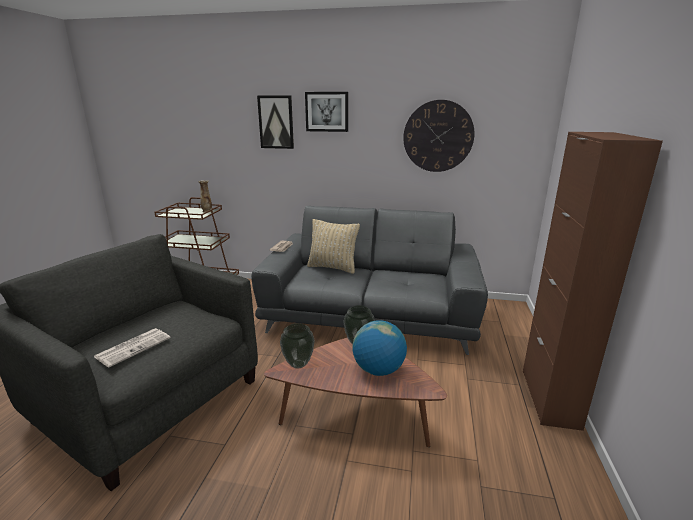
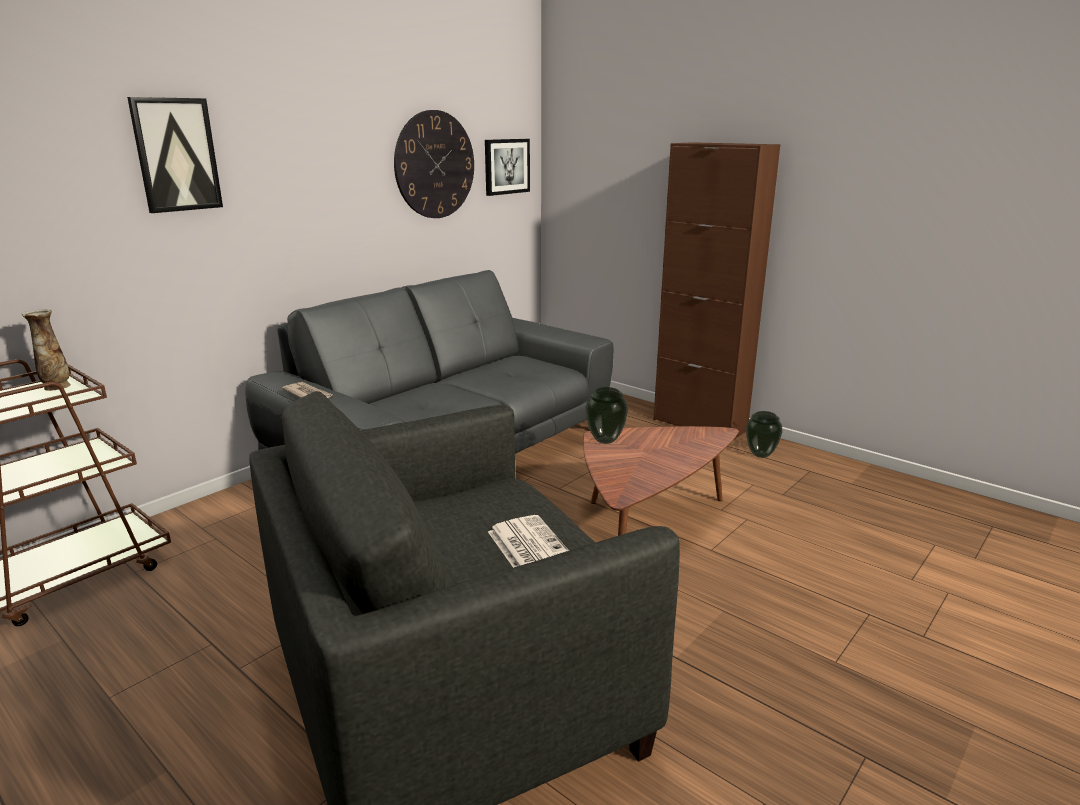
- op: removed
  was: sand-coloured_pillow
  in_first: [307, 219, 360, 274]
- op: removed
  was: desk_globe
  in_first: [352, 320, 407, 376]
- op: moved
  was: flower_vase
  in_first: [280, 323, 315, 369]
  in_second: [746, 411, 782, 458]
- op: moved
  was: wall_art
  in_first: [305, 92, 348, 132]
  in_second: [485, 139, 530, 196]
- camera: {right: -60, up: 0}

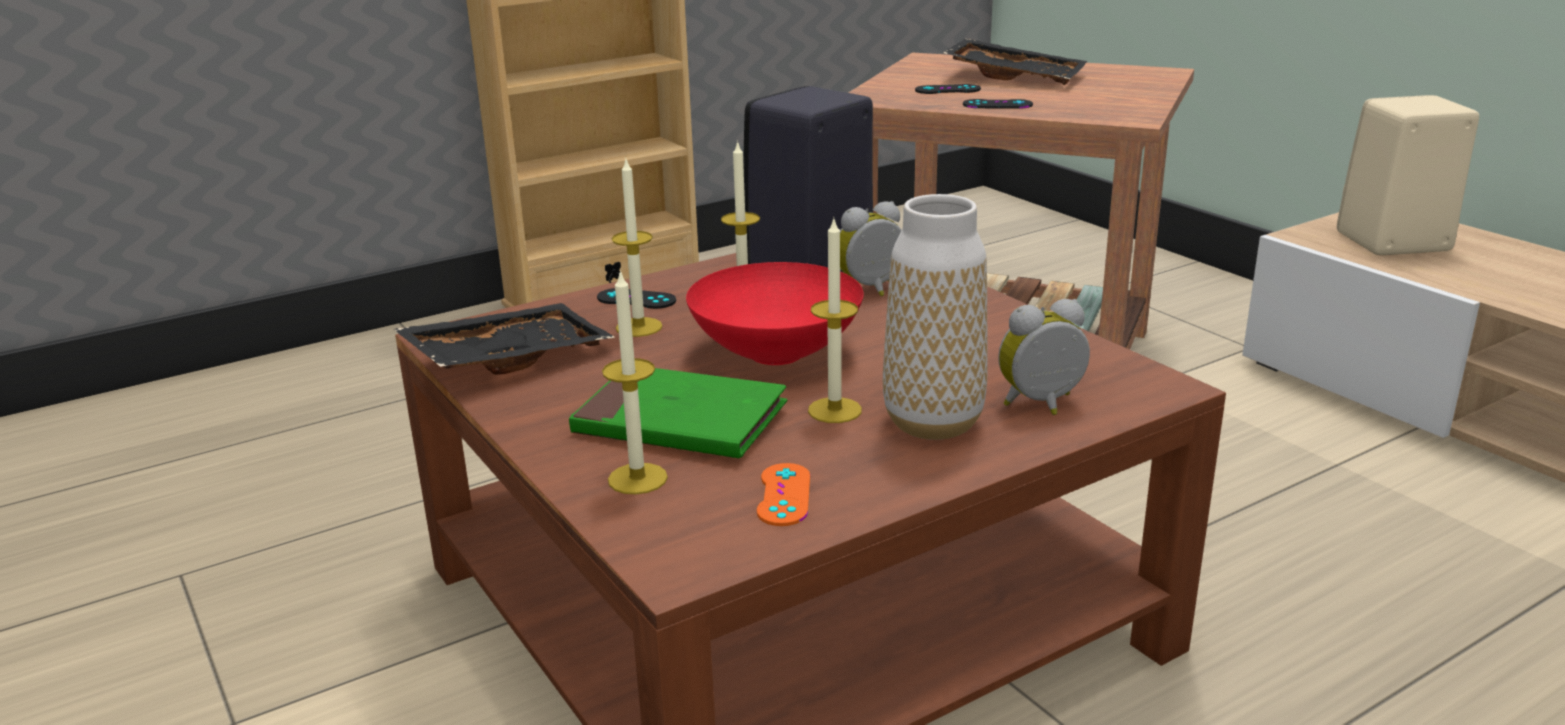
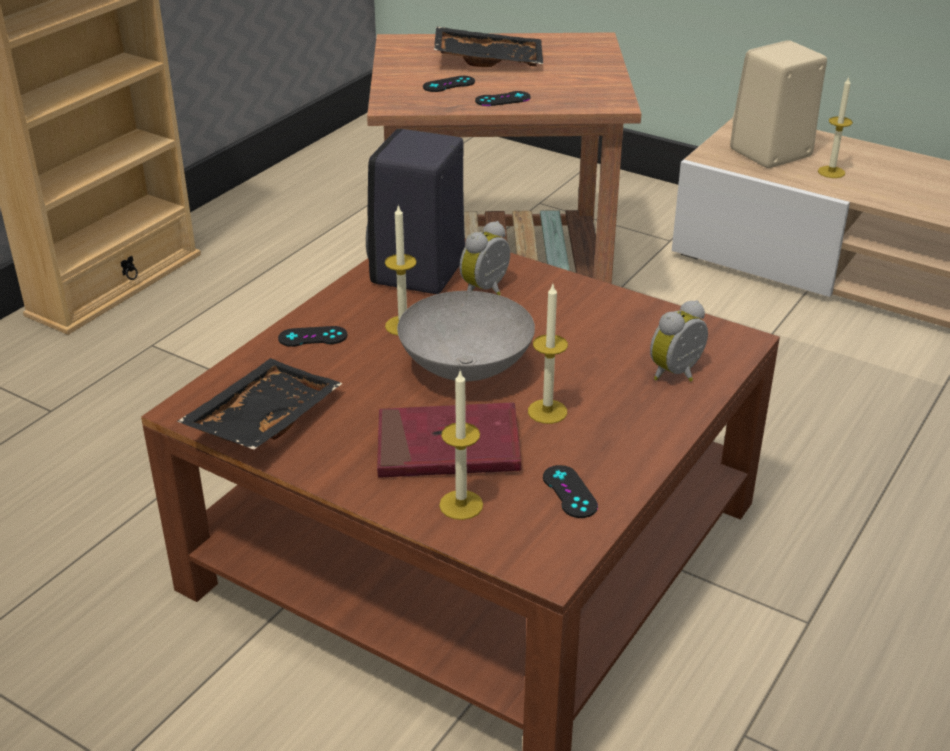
- op: removed
  was: flower_vase
  in_first: [883, 194, 988, 440]
- op: moved
  was: candle
  in_first: [612, 157, 663, 337]
  in_second: [818, 77, 853, 178]
- op: recoloured
  was: green-coloured_bound_book
  now: reddish_bound_book
  in_first: [569, 368, 788, 458]
  in_second: [377, 402, 521, 478]
- op: recoloured
  was: reddish_deep_dish
  now: greyish_deep_dish
  in_first: [686, 262, 864, 365]
  in_second: [397, 291, 535, 381]
- op: recoloured
  was: orange_gamepad
  now: blackish_gamepad
  in_first: [757, 463, 810, 526]
  in_second: [543, 465, 598, 518]
- camera: {right: -25, up: 10}

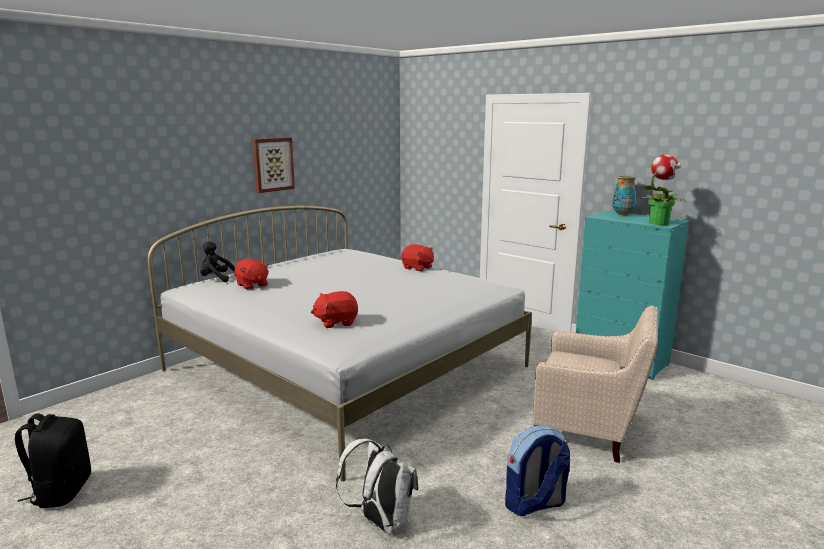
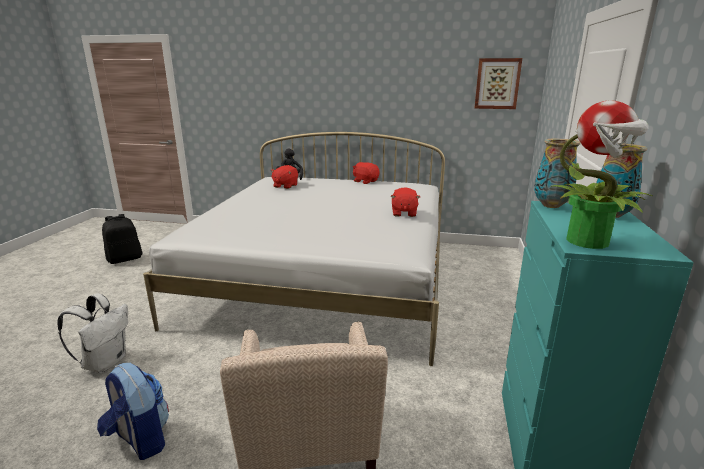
- op: added
  now: flower_vase
  in_second: [534, 138, 581, 208]
- op: moved
  was: wall_art
  in_first: [253, 138, 295, 193]
  in_second: [475, 58, 522, 109]
- op: moved
  was: reddish_plush_toy
  in_first: [311, 291, 358, 328]
  in_second: [353, 162, 380, 184]
- camera: {right: 60, up: 5}

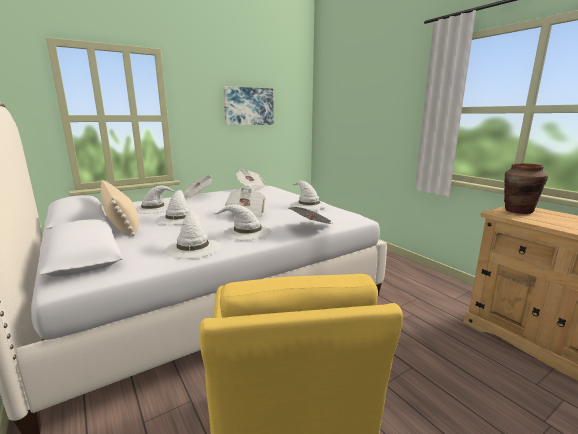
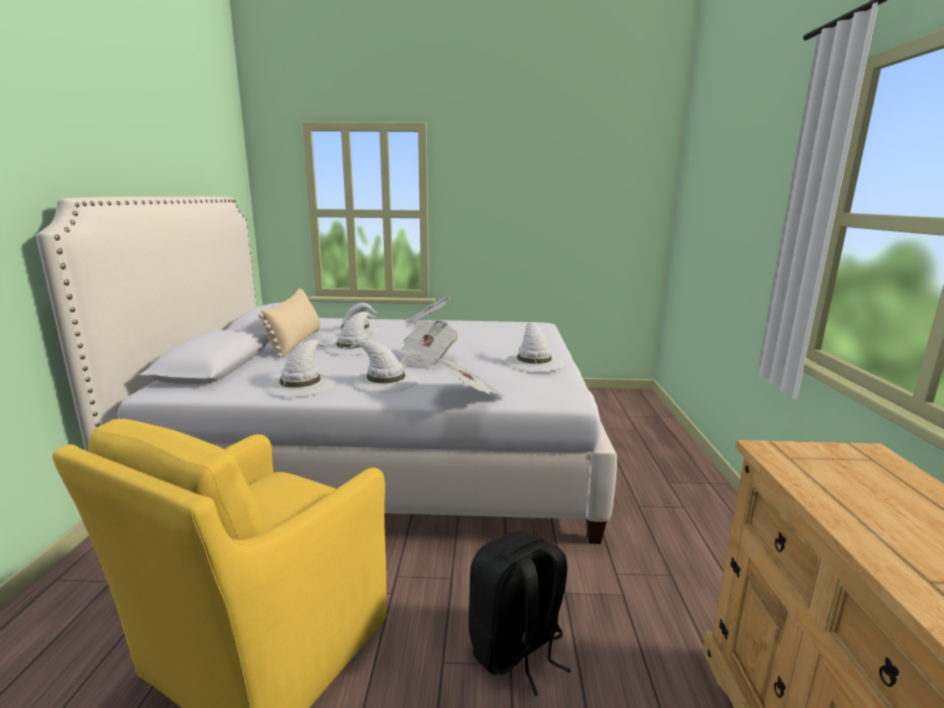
- op: removed
  was: wall_art
  in_first: [223, 86, 274, 125]
- op: removed
  was: printed_paper
  in_first: [236, 169, 266, 191]
- op: removed
  was: brown-coloured_flower_vase
  in_first: [504, 163, 548, 214]
- op: added
  now: blackish_knapsack
  in_second: [469, 530, 571, 696]
- camera: {right: 35, up: 0}

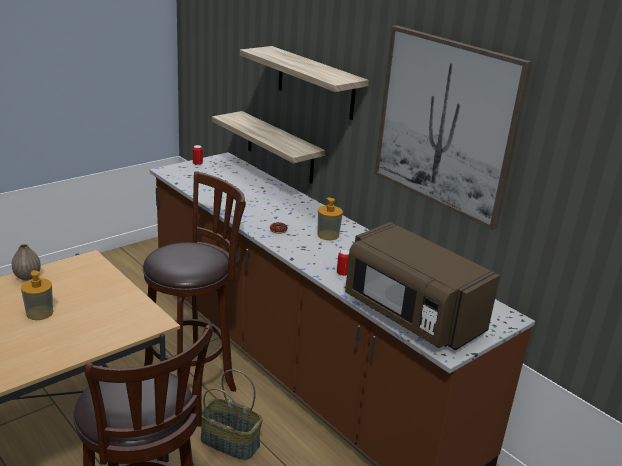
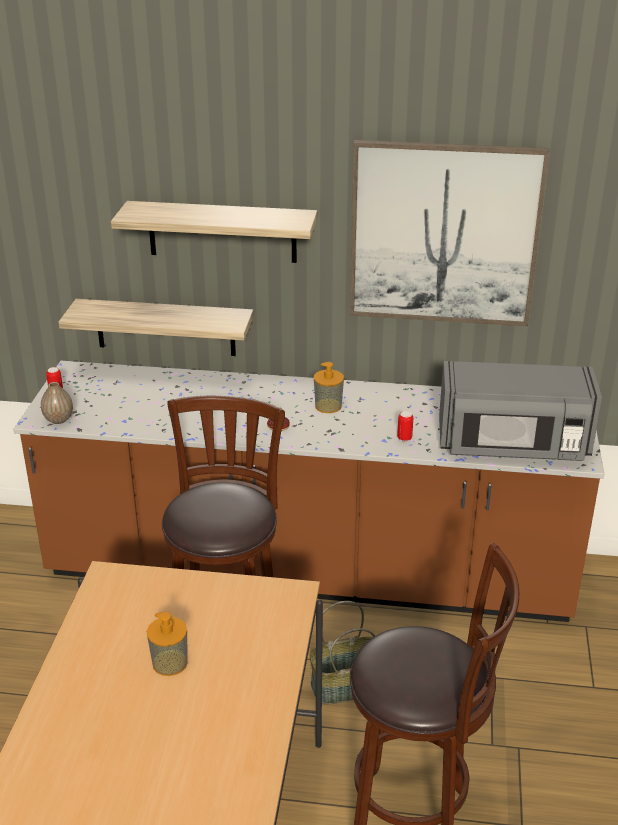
- op: moved
  was: flower_vase
  in_first: [12, 244, 41, 281]
  in_second: [41, 382, 73, 424]
- op: recoloured
  was: brown-coloured_microwave_oven
  now: greyish_microwave_oven
  in_first: [345, 222, 500, 350]
  in_second: [439, 361, 602, 461]
- camera: {right: -40, up: 5}

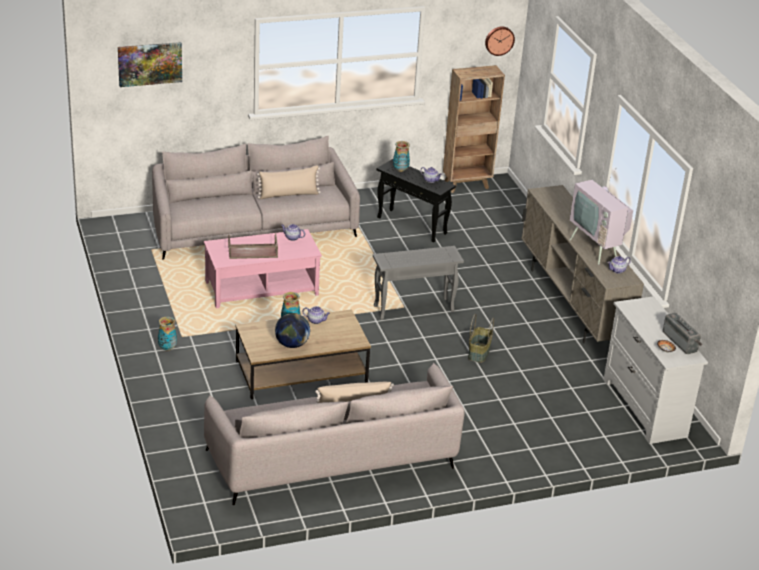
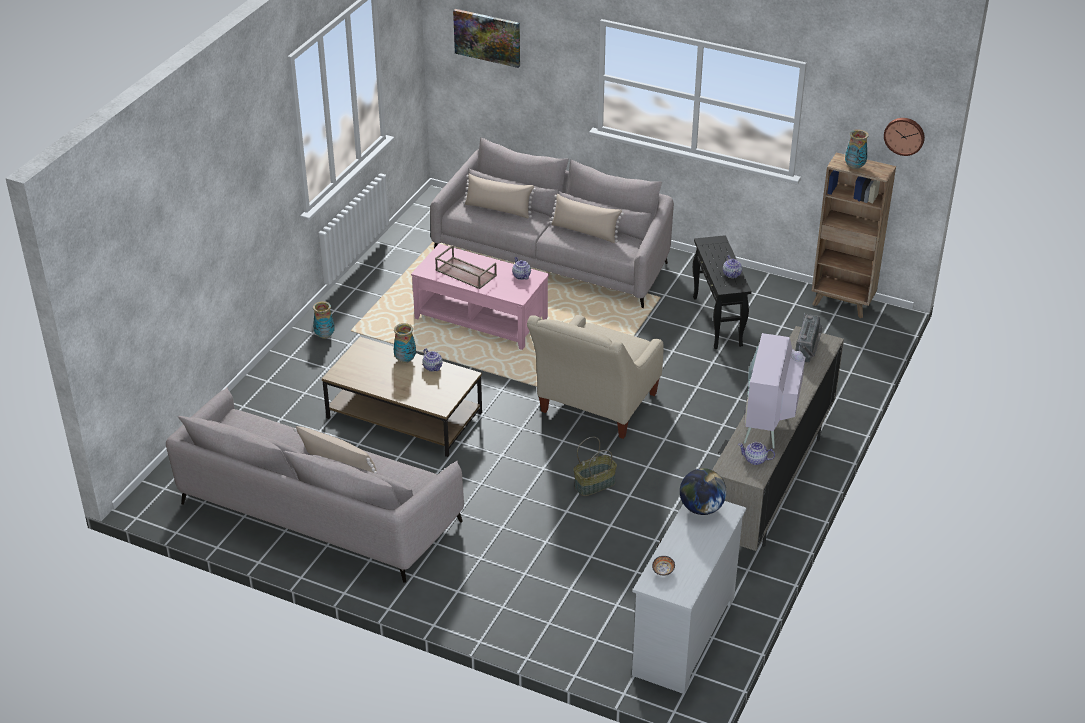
- op: added
  now: sand-coloured_pillow
  in_second: [463, 173, 536, 219]
- op: moved
  was: desk_globe
  in_first: [275, 313, 310, 348]
  in_second: [680, 468, 727, 515]
- op: moved
  was: flower_vase
  in_first: [393, 141, 410, 172]
  in_second: [845, 129, 869, 170]
- op: moved
  was: radio_set
  in_first: [663, 313, 702, 354]
  in_second: [795, 314, 823, 363]
- op: replaced
  was: greyish_accent_table
  now: sand-coloured_armchair
  in_first: [373, 246, 464, 320]
  in_second: [527, 315, 664, 439]
- camera: {right: 45, up: 5}

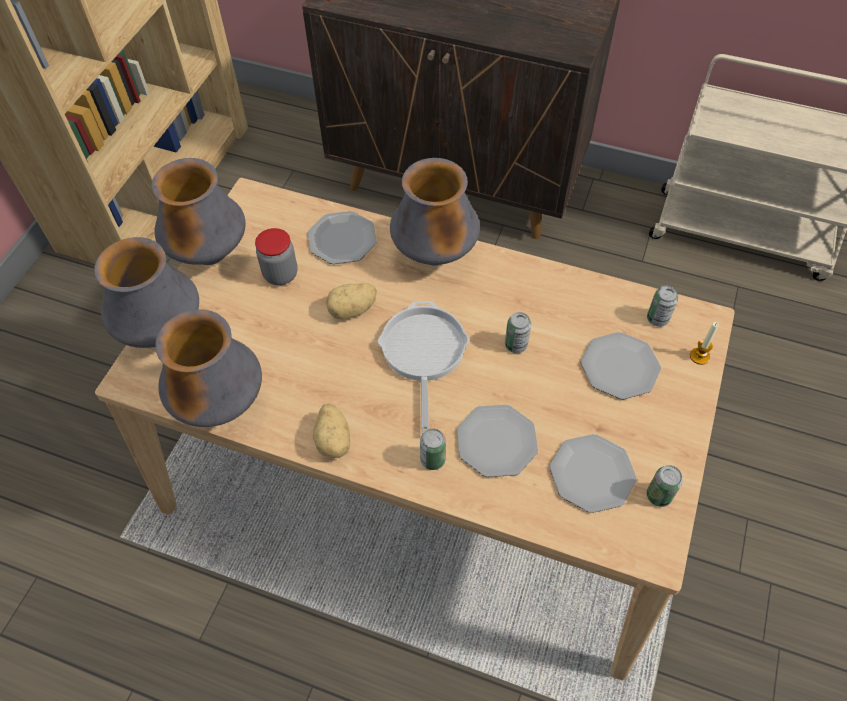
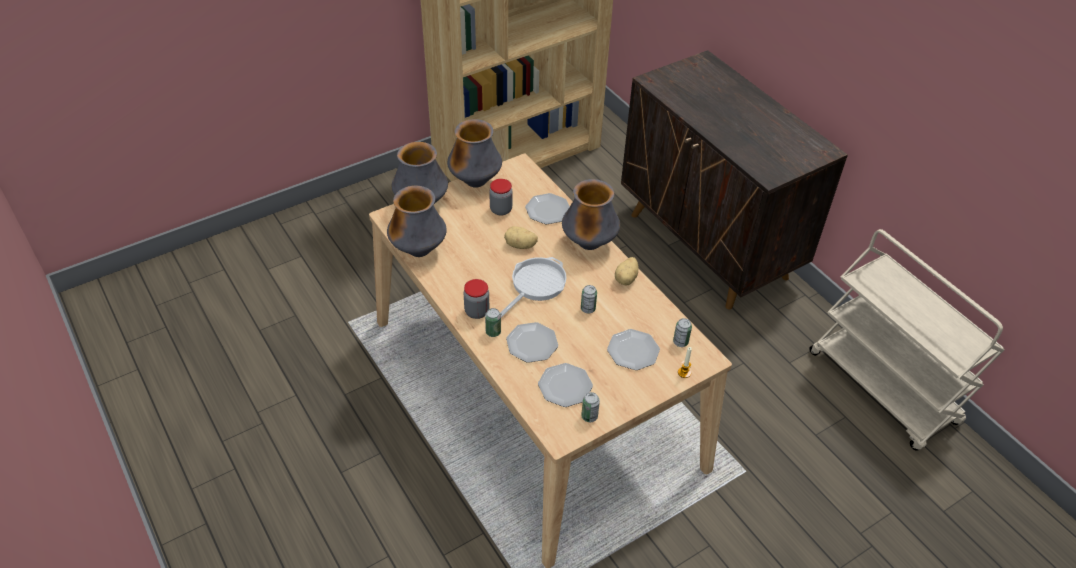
- op: added
  now: preserve_jar
  in_second: [464, 279, 489, 319]
- op: moved
  was: potato
  in_first: [313, 403, 350, 458]
  in_second: [615, 257, 639, 285]
- camera: {right: 35, up: -10}

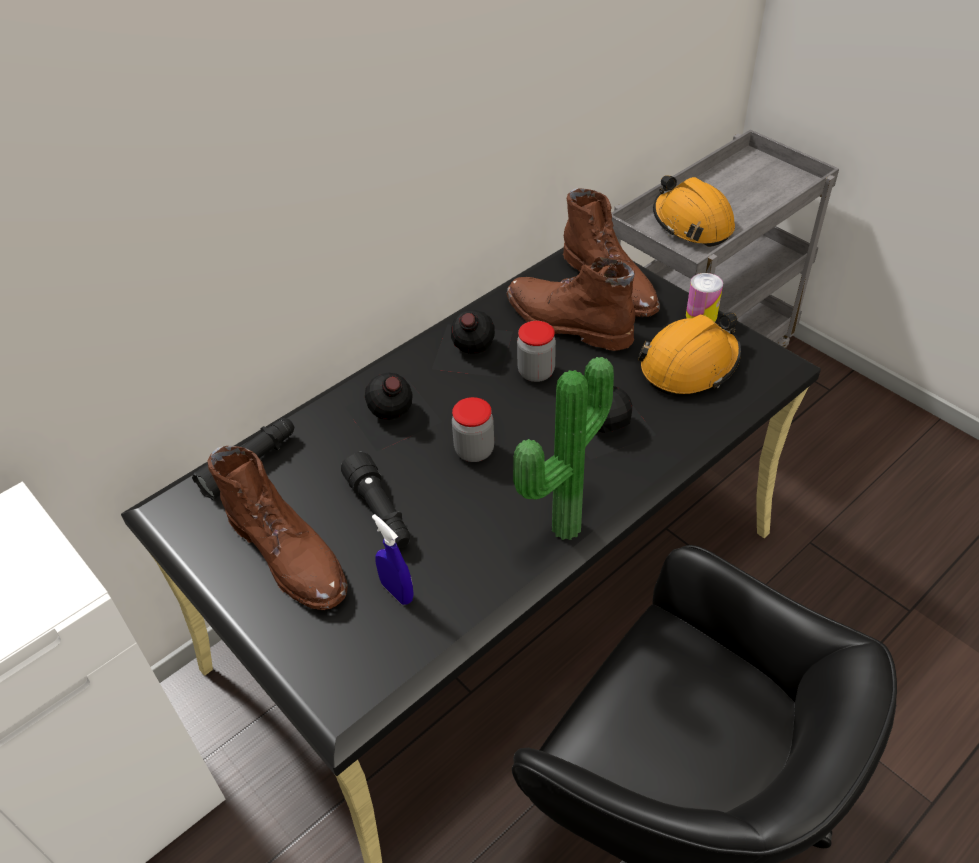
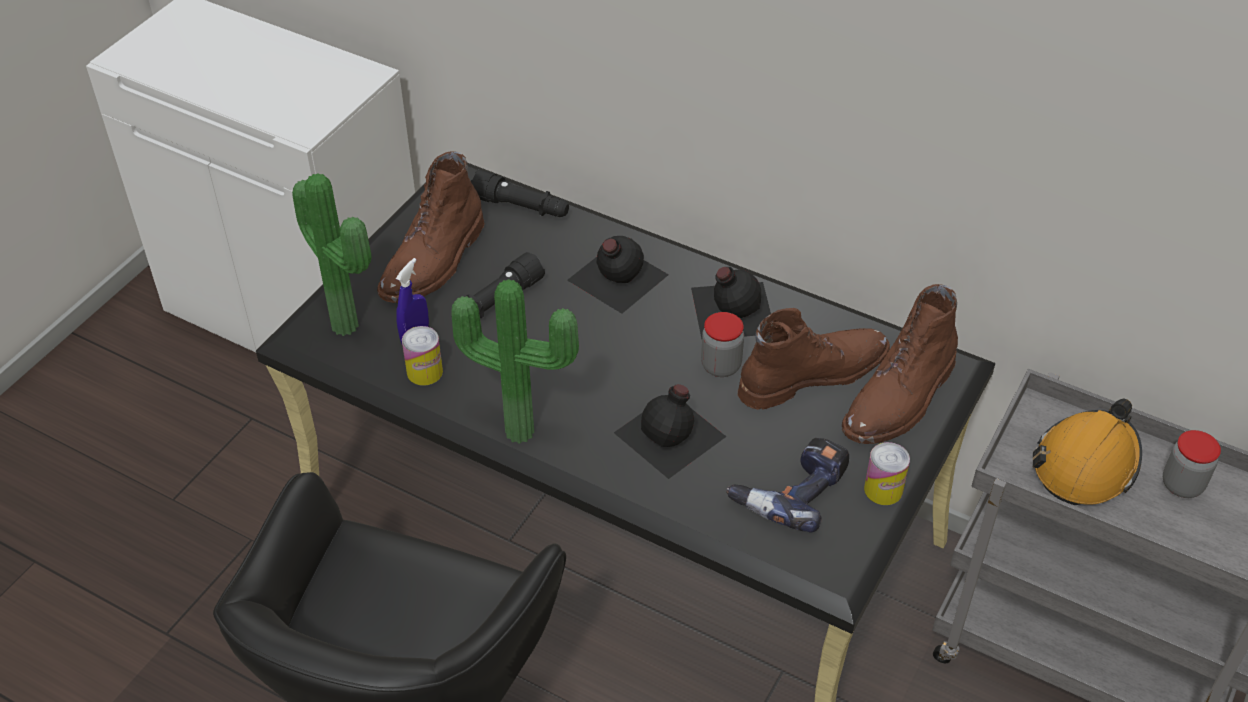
- op: added
  now: houseplant
  in_second: [292, 173, 371, 336]
- op: added
  now: sealed_can
  in_second: [402, 326, 443, 386]
- op: moved
  was: preserve_jar
  in_first: [452, 397, 494, 462]
  in_second: [1163, 430, 1221, 498]
- op: replaced
  was: orange_hard_hat
  now: drill
  in_first: [638, 312, 741, 395]
  in_second: [726, 438, 849, 533]
- op: turned
  was: brown-coloured_boot
  in_first: [507, 256, 635, 351]
  in_second: [738, 308, 890, 410]
  clockwise: 45
- camera: {right: 70, up: 0}

